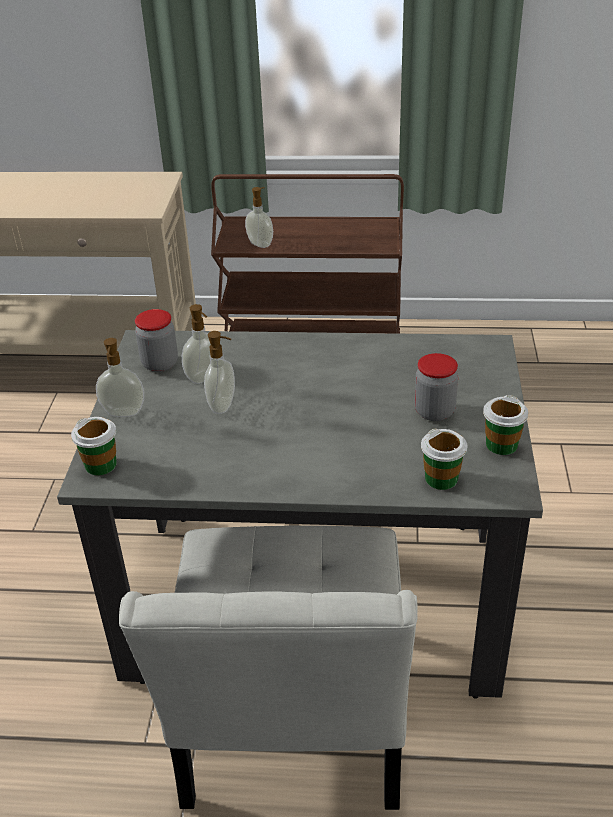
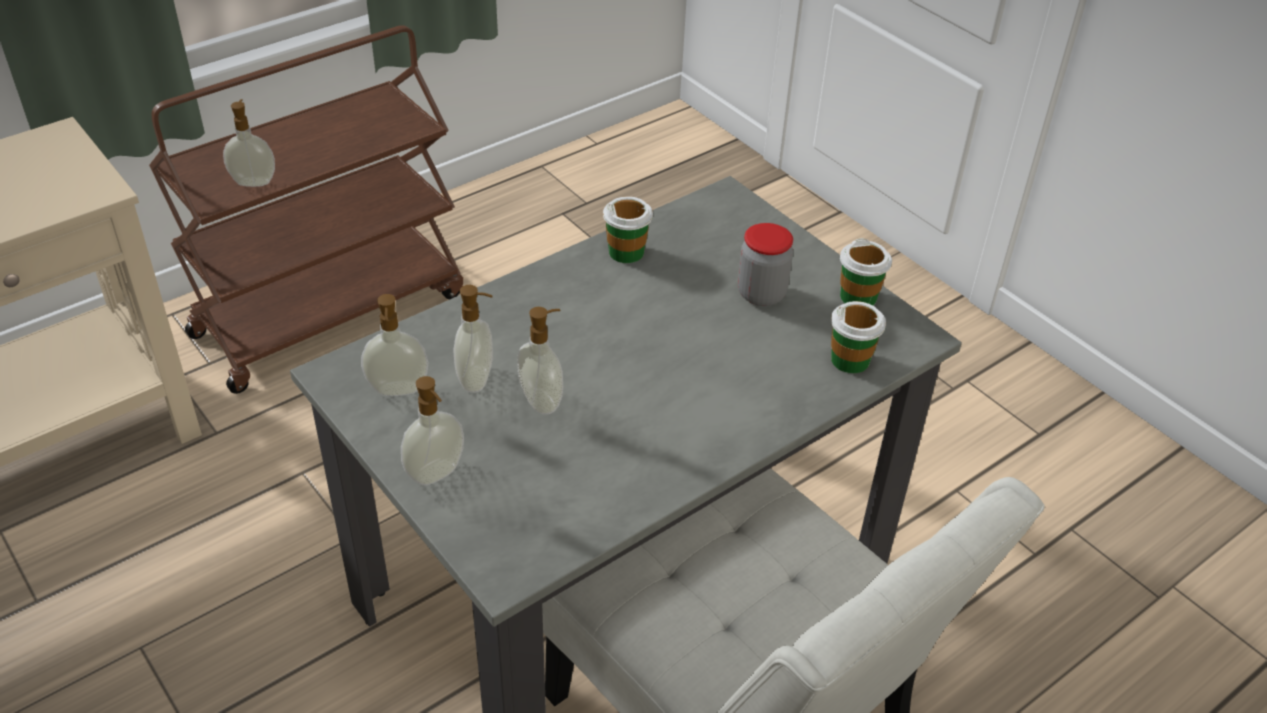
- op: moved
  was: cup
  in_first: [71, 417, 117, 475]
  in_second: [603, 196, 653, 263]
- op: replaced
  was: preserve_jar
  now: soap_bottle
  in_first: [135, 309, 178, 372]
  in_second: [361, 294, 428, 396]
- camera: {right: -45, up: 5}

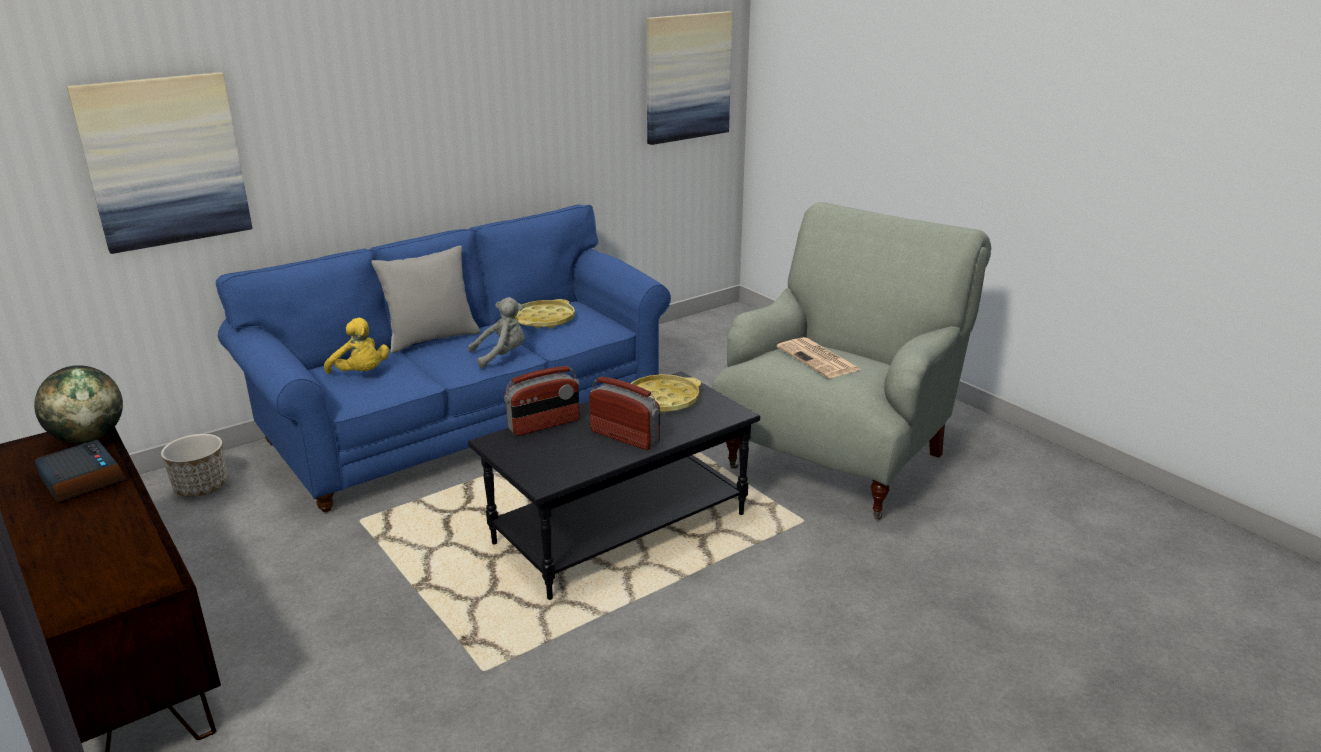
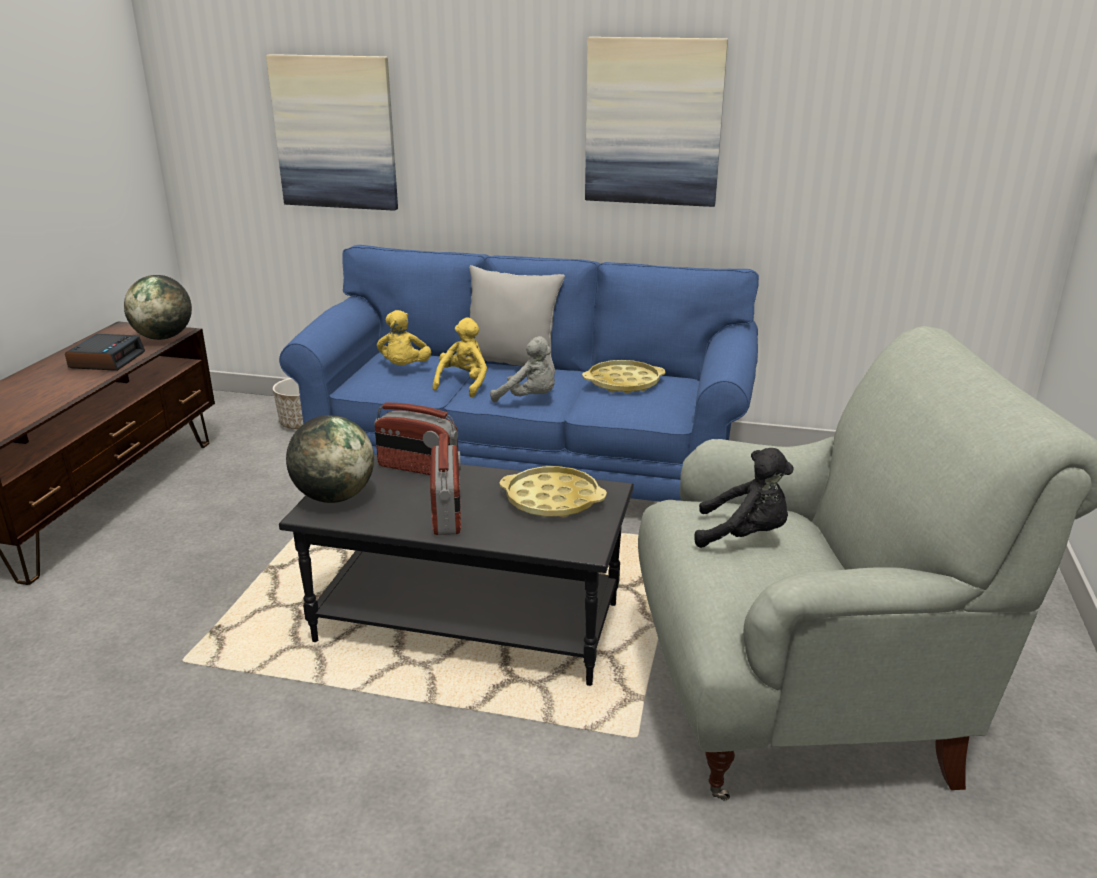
- op: added
  now: desk_globe
  in_second: [286, 415, 374, 503]
- op: added
  now: yellow_plush_toy
  in_second: [432, 317, 487, 397]
- op: moved
  was: wall_art
  in_first: [647, 11, 733, 145]
  in_second: [585, 37, 728, 207]
- op: replaced
  was: printed_paper
  now: blackish_plush_toy
  in_first: [777, 337, 861, 378]
  in_second: [694, 448, 794, 548]
- camera: {right: 50, up: 0}

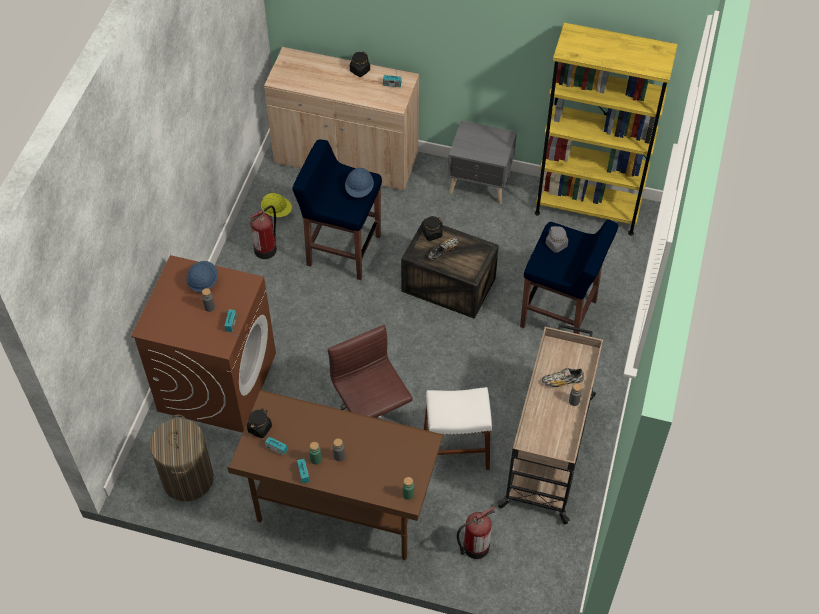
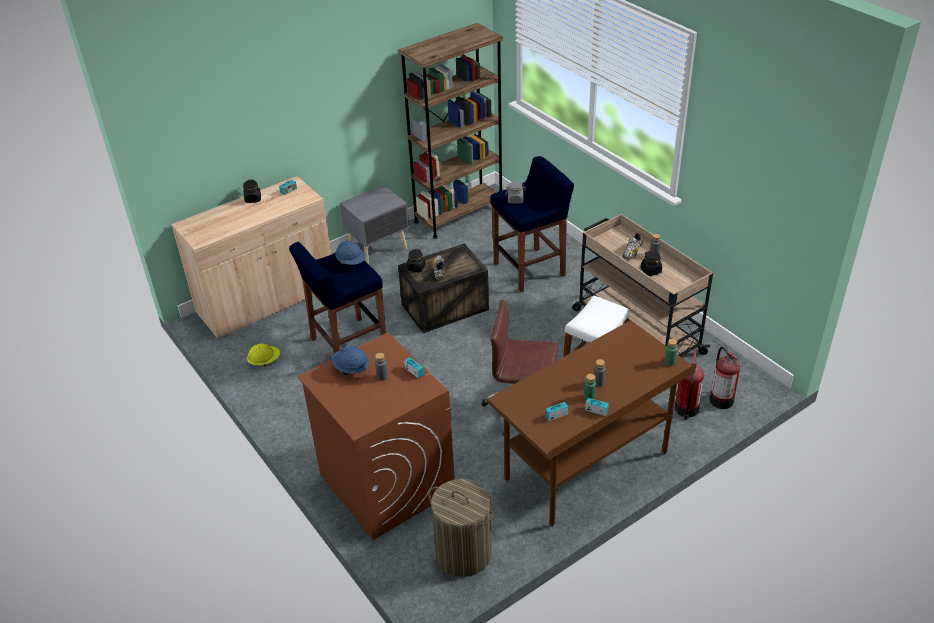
- op: moved
  was: blackish_preserve_jar
  in_first: [247, 409, 272, 438]
  in_second: [641, 251, 662, 276]
- op: moved
  was: fire_extinguisher
  in_first: [249, 205, 277, 259]
  in_second: [709, 347, 740, 409]
- op: recoloured
  was: yellow_bookshelf
  now: brown-coloured_bookshelf
  in_first: [535, 23, 678, 235]
  in_second: [398, 23, 503, 239]
- camera: {right: -50, up: -15}

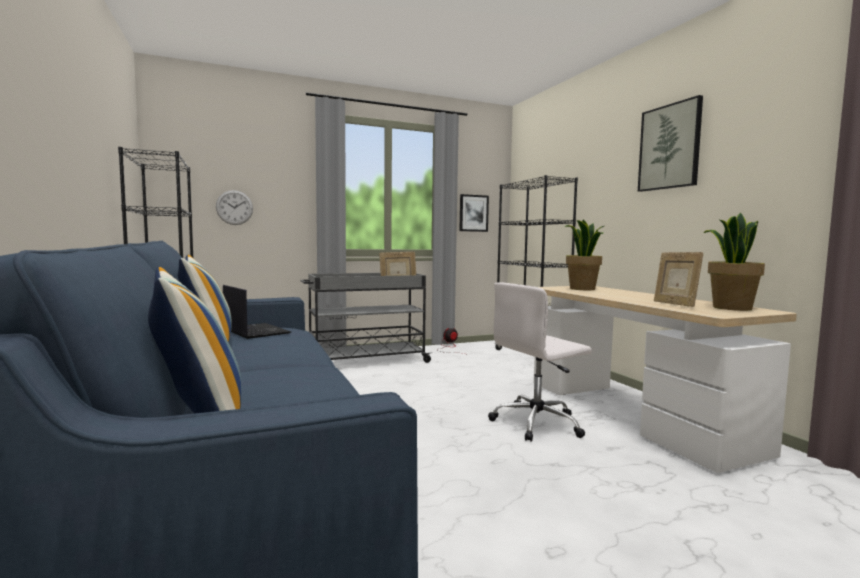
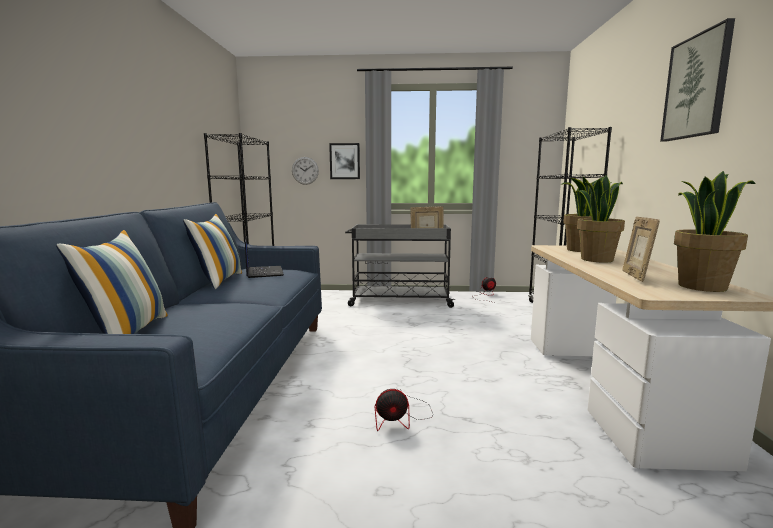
- op: removed
  was: whitish_office_chair
  in_first: [488, 282, 592, 442]
- op: added
  now: fan
  in_second: [375, 389, 433, 431]
- op: added
  now: houseplant
  in_second: [575, 175, 625, 263]
- op: moved
  was: wall_art
  in_first: [459, 194, 489, 232]
  in_second: [329, 143, 360, 179]
- camera: {right: 25, up: 5}

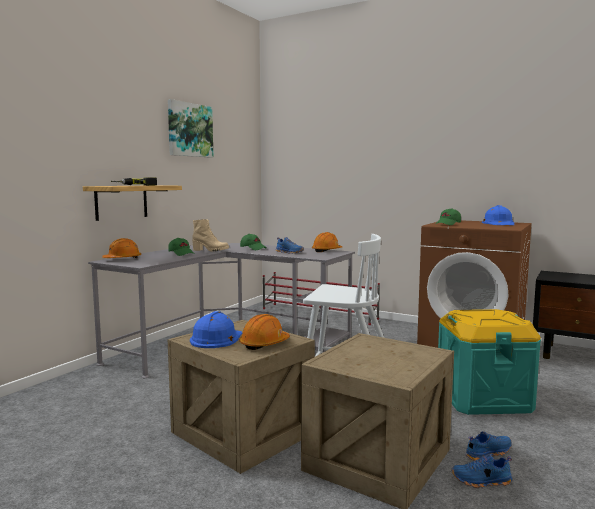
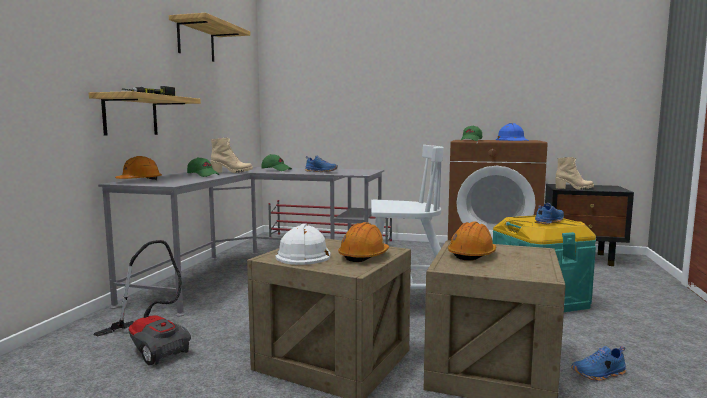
- op: added
  now: vacuum
  in_second: [94, 240, 191, 365]
- op: added
  now: sand-coloured_boot
  in_second: [555, 157, 594, 190]
- op: moved
  was: orange_hard_hat
  in_first: [312, 232, 342, 252]
  in_second: [448, 221, 496, 261]
- op: moved
  was: blue_low_shoe
  in_first: [465, 431, 511, 461]
  in_second: [535, 203, 564, 224]
- op: replaced
  was: wall_art
  now: wall_shelf
  in_first: [168, 99, 213, 158]
  in_second: [169, 13, 251, 62]
- op: recoloured
  was: blue_hard_hat
  now: whitish_hard_hat
  in_first: [190, 311, 242, 348]
  in_second: [275, 223, 330, 265]
- camera: {right: -15, up: 0}

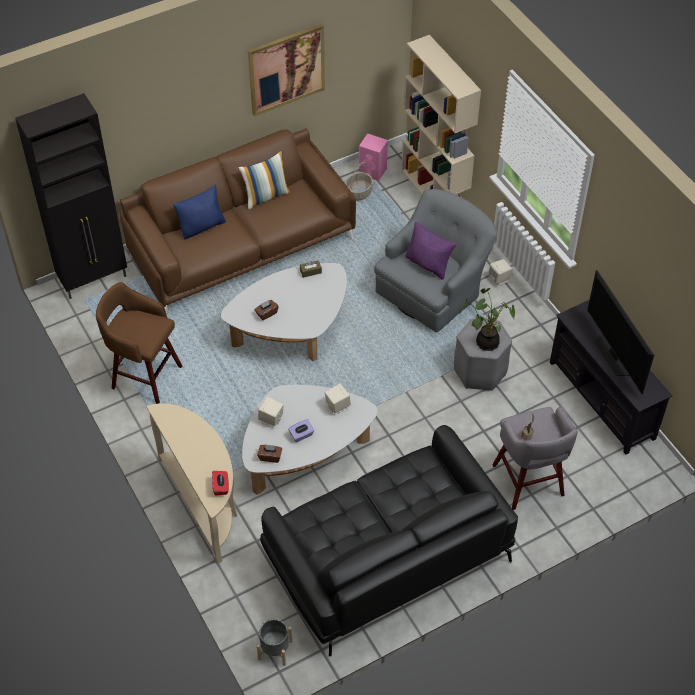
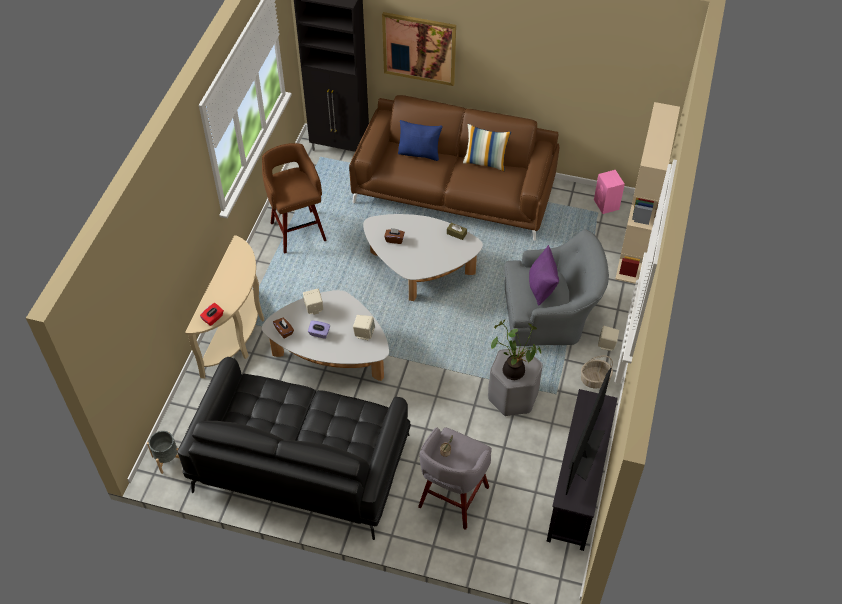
- op: moved
  was: wall_art
  in_first: [248, 24, 325, 116]
  in_second: [382, 12, 456, 86]
- op: moved
  was: storage_basket
  in_first: [345, 162, 373, 200]
  in_second: [581, 355, 613, 388]
- camera: {right: 45, up: 0}

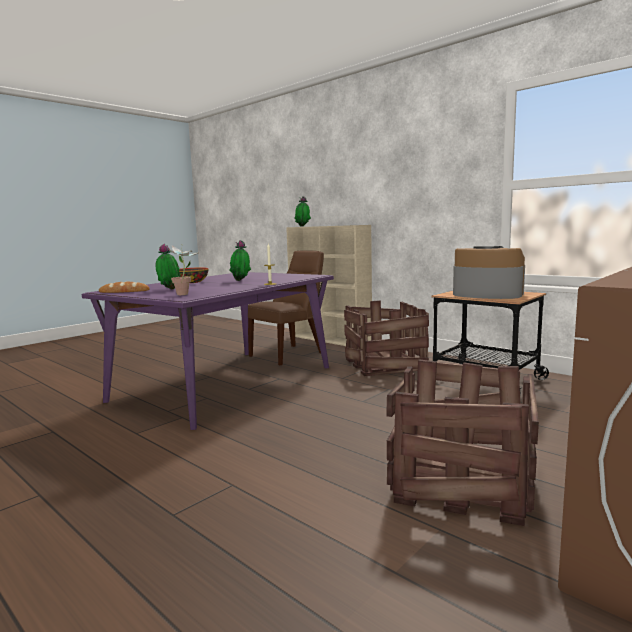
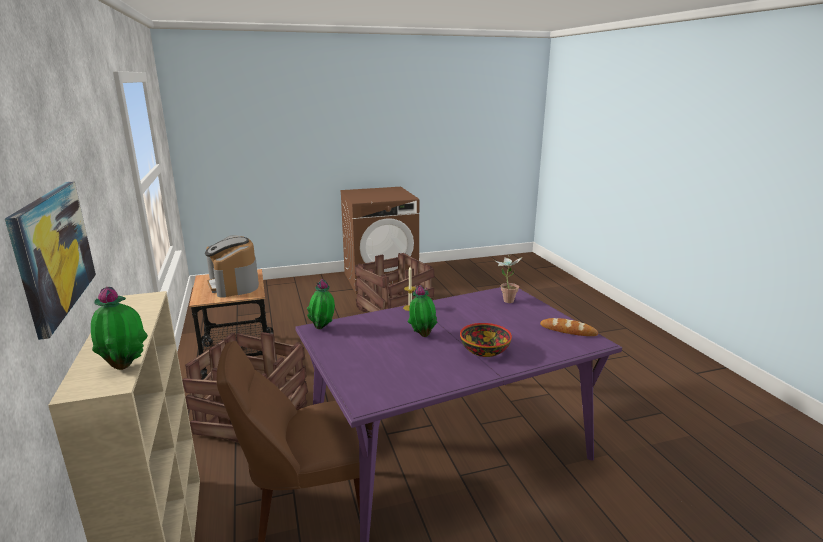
- op: added
  now: wall_art
  in_second: [5, 182, 96, 340]
- op: moved
  was: houseplant
  in_first: [156, 244, 180, 289]
  in_second: [307, 279, 335, 329]
- camera: {right: -150, up: 10}

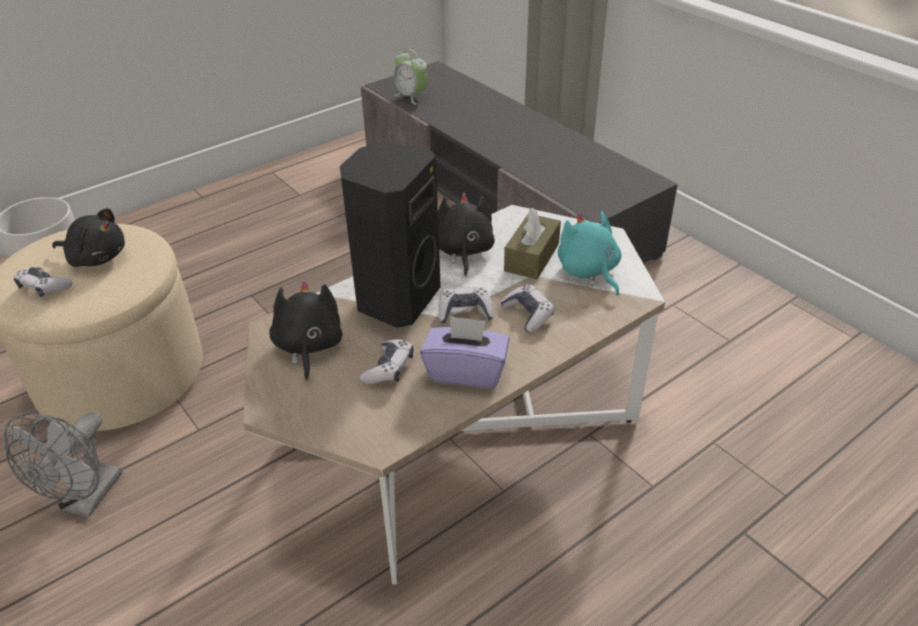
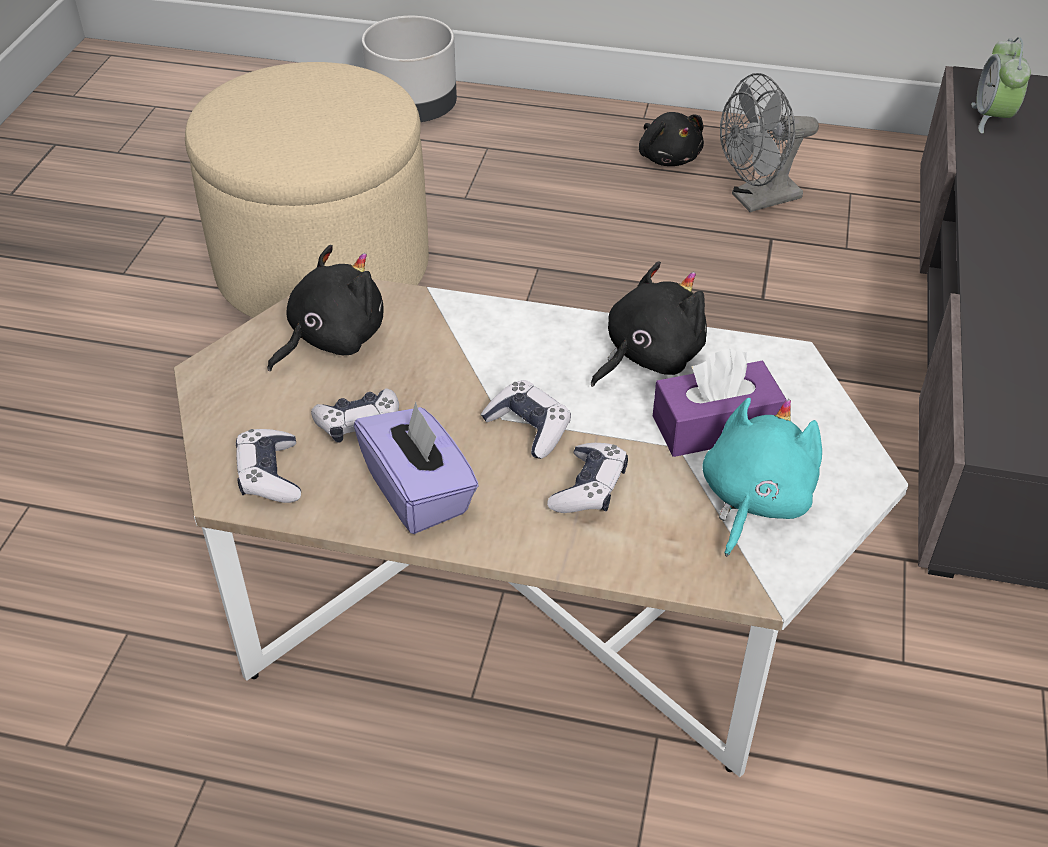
- op: removed
  was: blackish_speaker
  in_first: [340, 142, 441, 328]
- op: moved
  was: greyish_fan
  in_first: [4, 412, 123, 517]
  in_second: [720, 73, 819, 212]
- op: moved
  was: gamepad
  in_first: [14, 267, 73, 297]
  in_second: [236, 429, 301, 503]
- op: moved
  was: blackish_plush_toy
  in_first: [52, 208, 125, 267]
  in_second: [639, 112, 704, 166]
- op: recoloured
  was: brown-coloured_tissue_holder
  now: purplish_tissue_holder
  in_first: [504, 208, 561, 279]
  in_second: [653, 349, 787, 457]
- camera: {right: 50, up: 5}

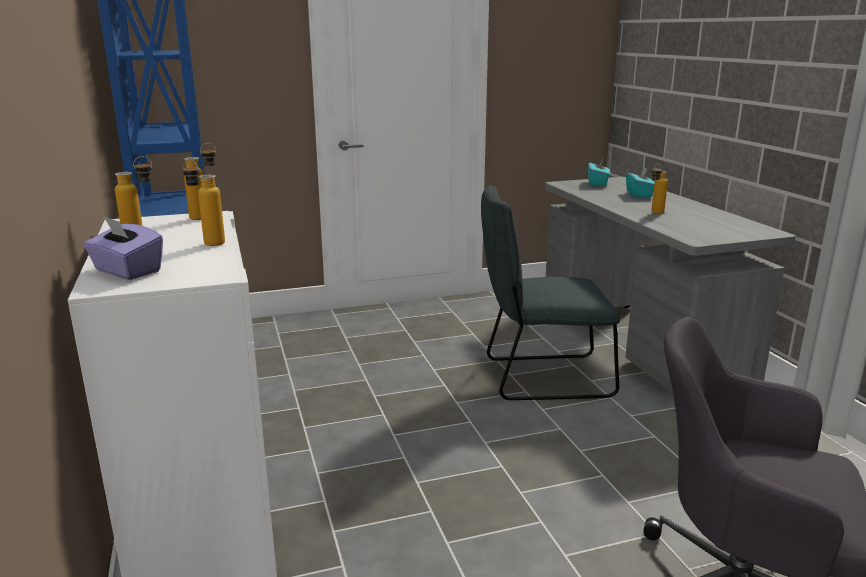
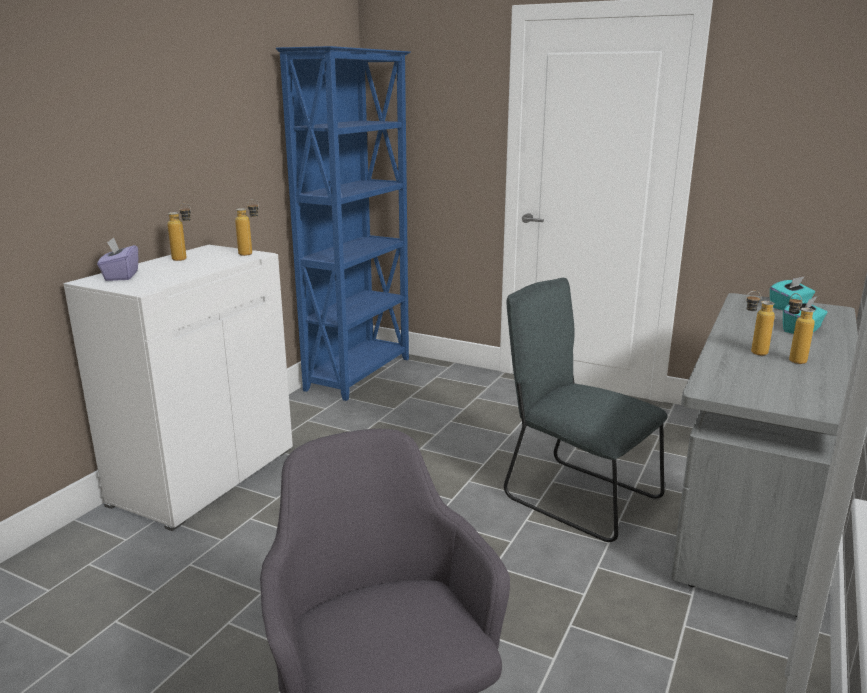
- op: moved
  was: beverage_bottle
  in_first: [183, 159, 225, 246]
  in_second: [789, 293, 815, 364]
- camera: {right: 45, up: 0}

